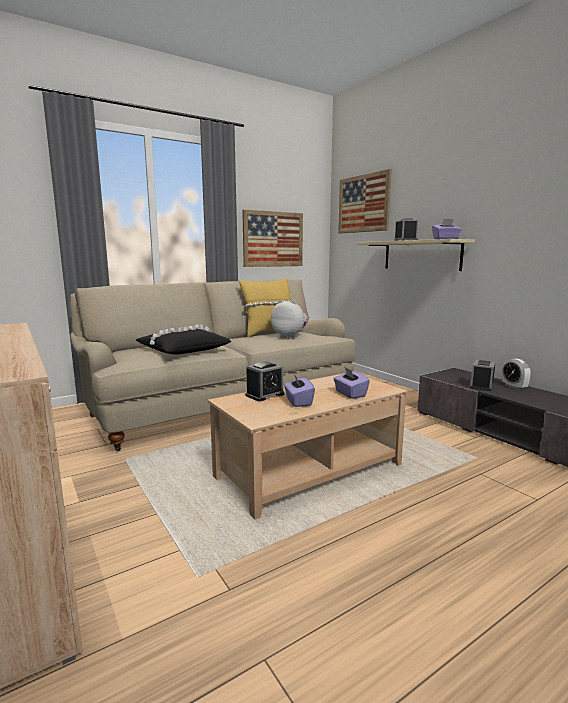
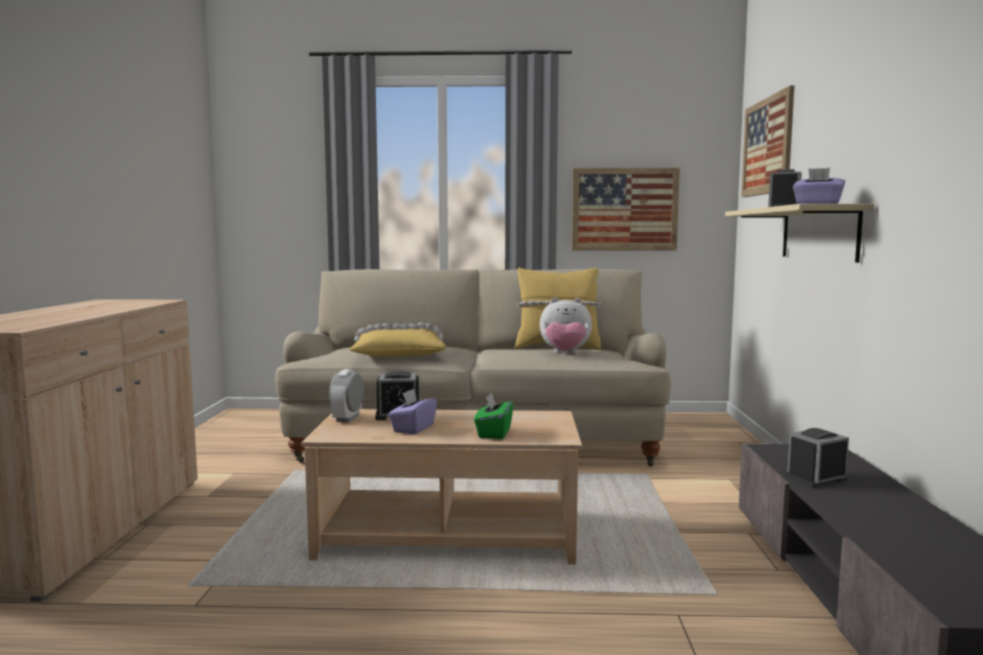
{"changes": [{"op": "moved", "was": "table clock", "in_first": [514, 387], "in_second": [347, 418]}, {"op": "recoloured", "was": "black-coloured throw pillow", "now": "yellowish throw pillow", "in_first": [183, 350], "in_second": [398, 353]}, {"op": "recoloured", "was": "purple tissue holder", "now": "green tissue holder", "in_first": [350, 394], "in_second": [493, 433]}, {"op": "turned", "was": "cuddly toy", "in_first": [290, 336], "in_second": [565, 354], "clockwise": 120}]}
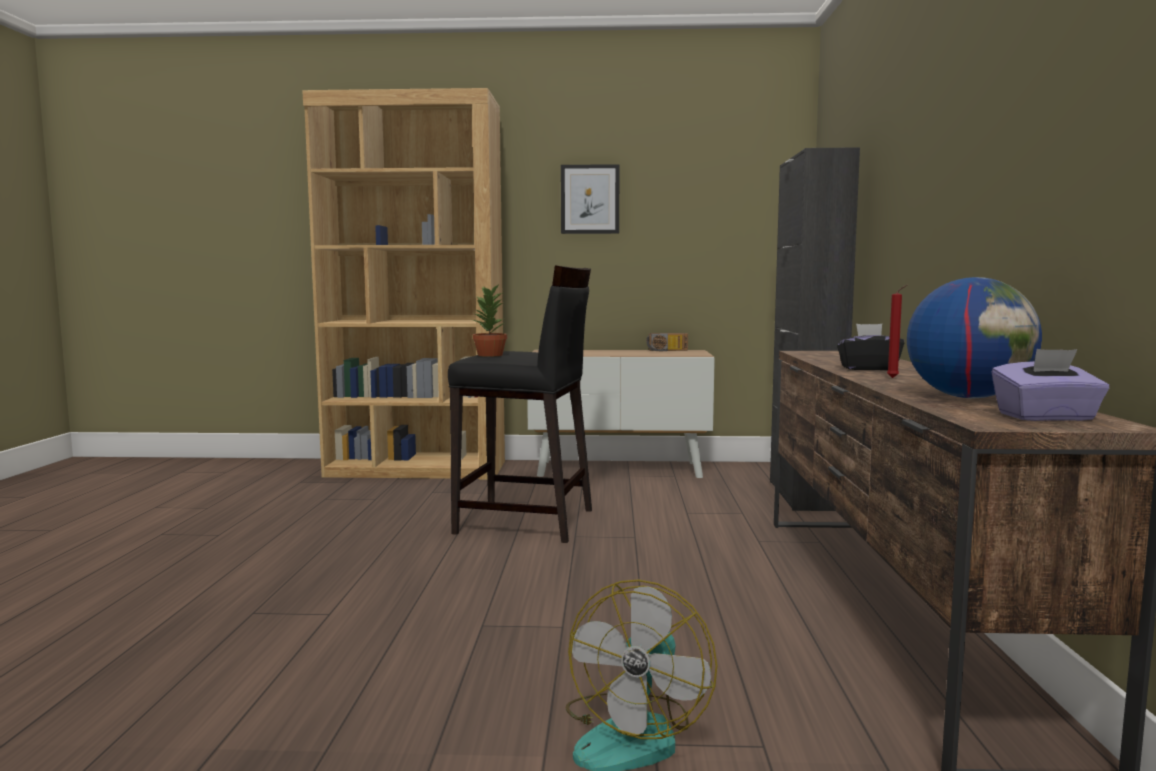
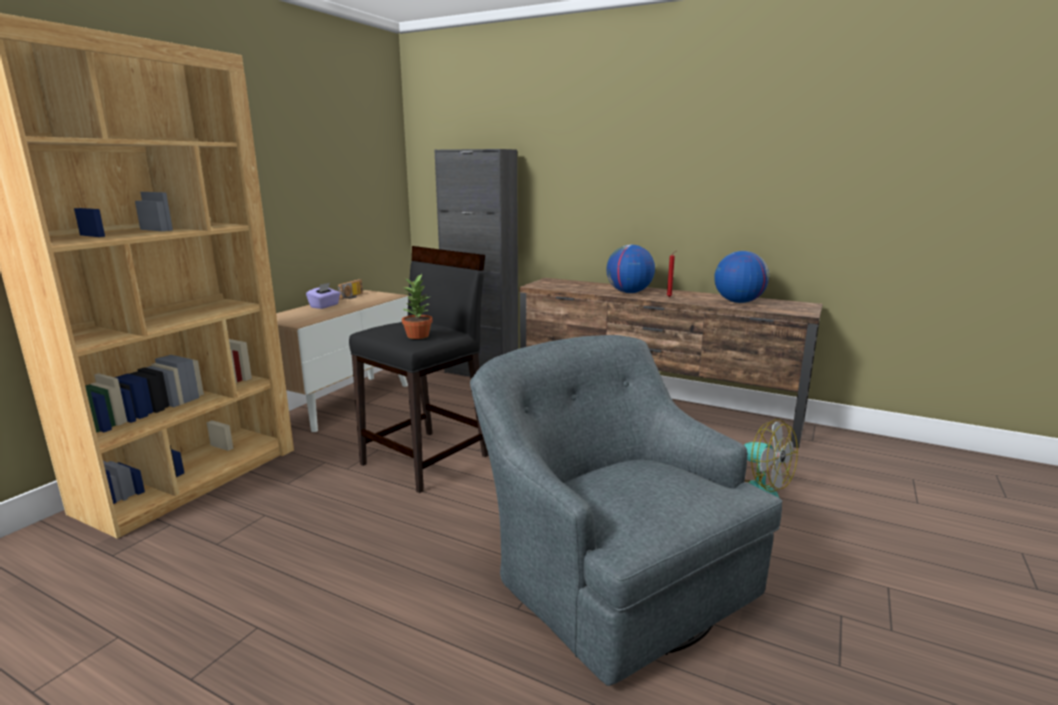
{"changes": [{"op": "moved", "was": "purple tissue holder", "in_first": [1046, 417], "in_second": [325, 306]}, {"op": "added", "now": "gray easy chair", "in_second": [611, 575]}, {"op": "replaced", "was": "black-coloured tissue holder", "now": "desk globe", "in_first": [868, 368], "in_second": [629, 292]}, {"op": "removed", "was": "wall picture", "in_first": [590, 199]}]}
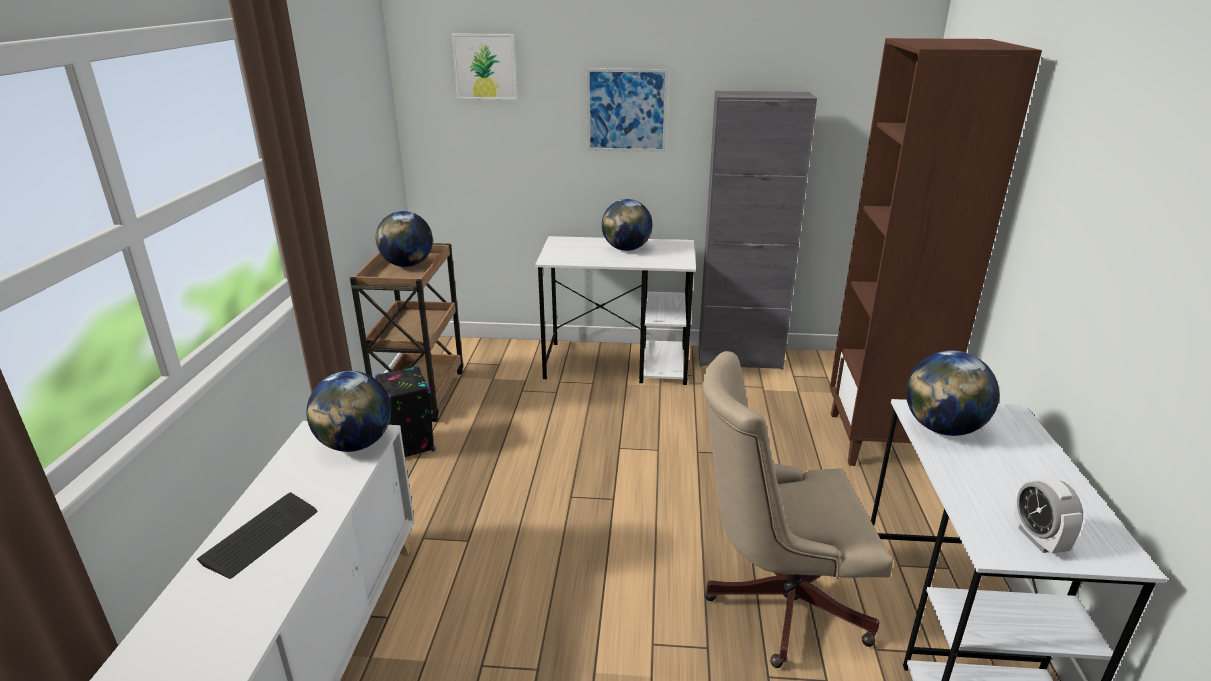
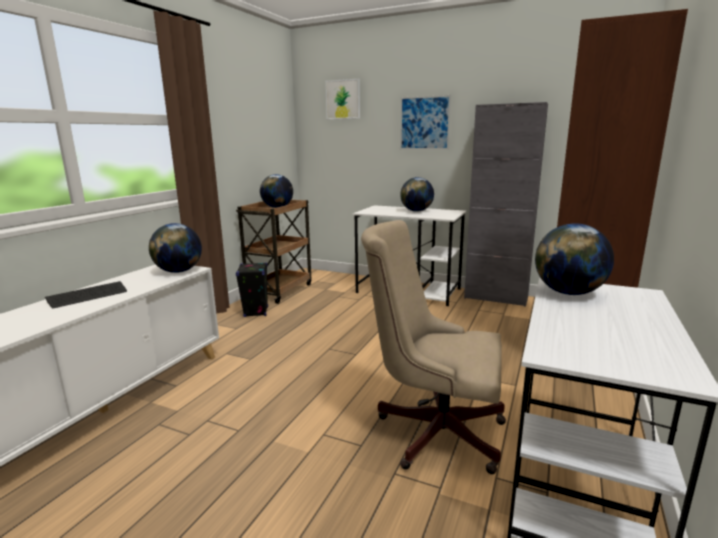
{"changes": [{"op": "removed", "was": "table clock", "in_first": [1038, 539]}]}
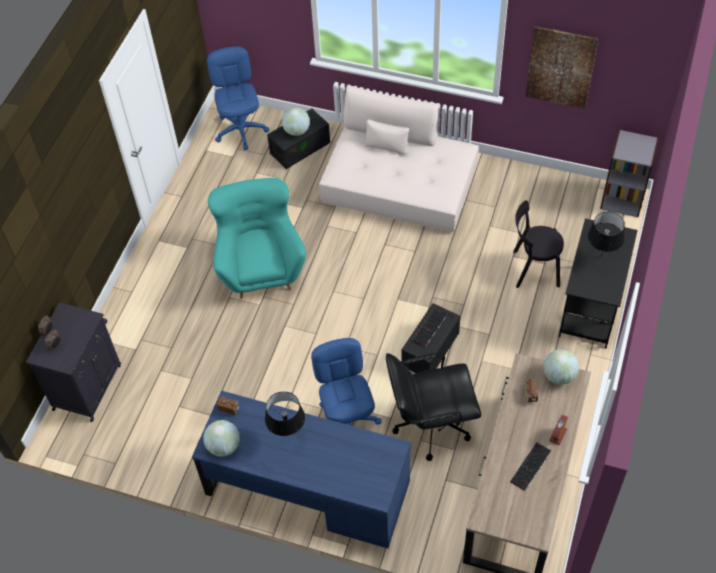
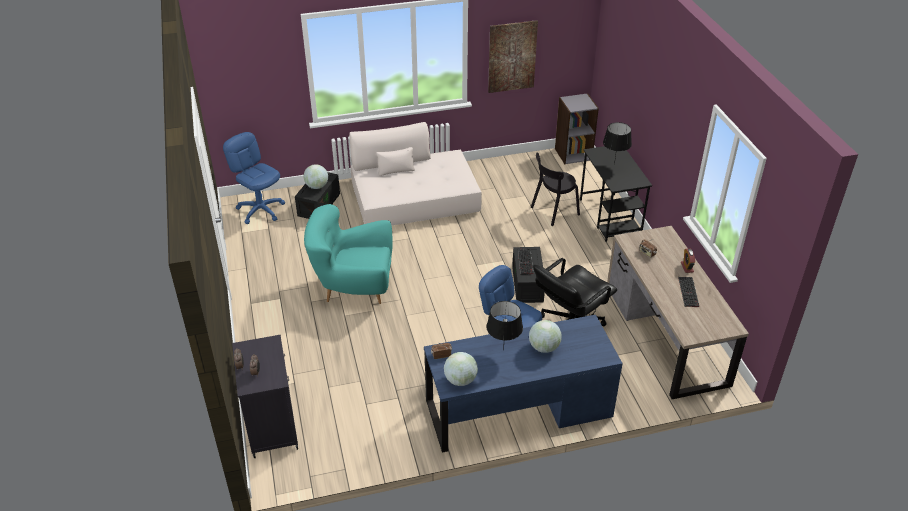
{"changes": [{"op": "turned", "was": "turquoise-coloured easy chair", "in_first": [261, 268], "in_second": [354, 287], "clockwise": -45}, {"op": "moved", "was": "desk globe", "in_first": [558, 375], "in_second": [544, 347]}]}
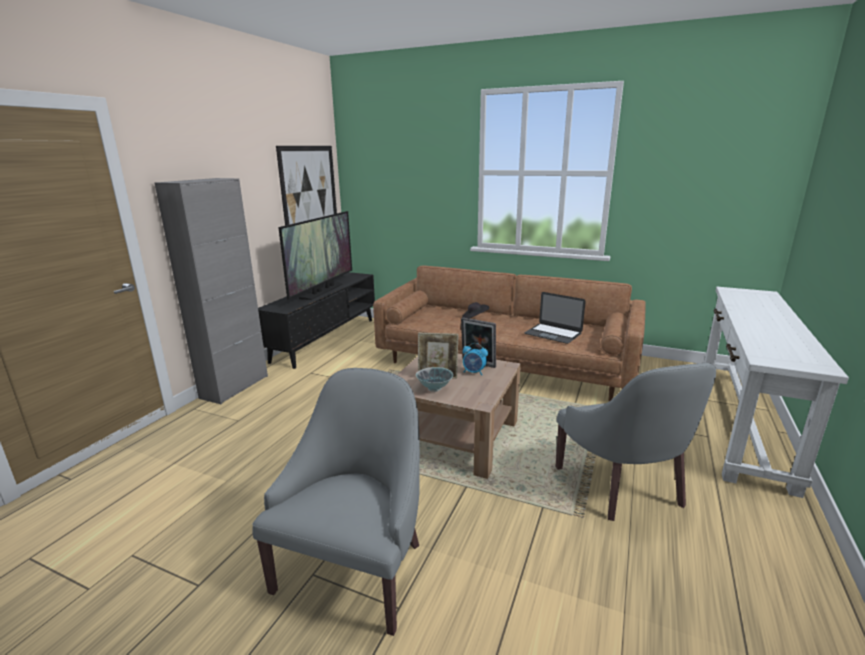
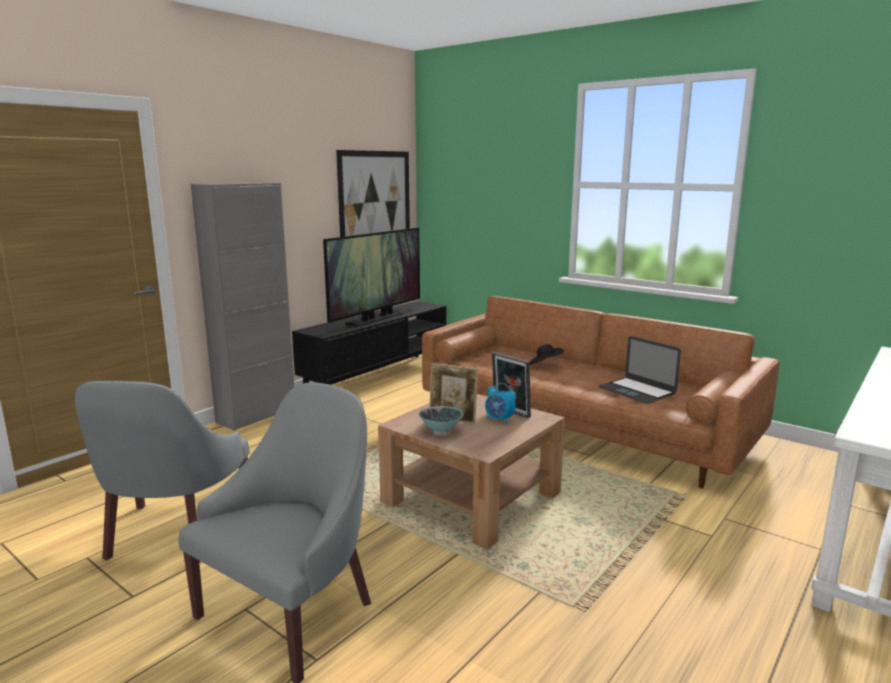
{"changes": [{"op": "moved", "was": "gray easy chair", "in_first": [623, 486], "in_second": [173, 533]}]}
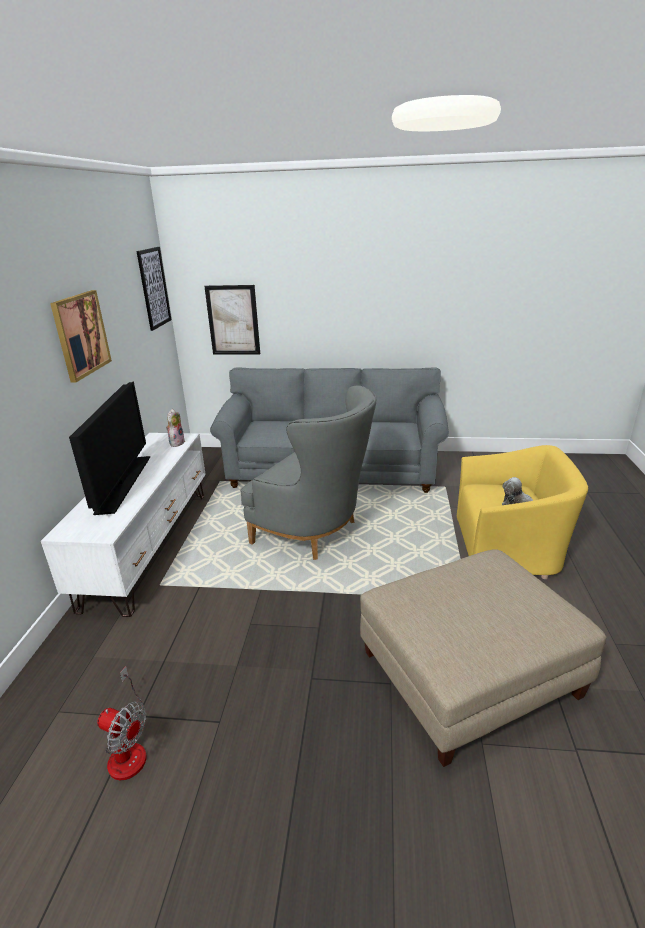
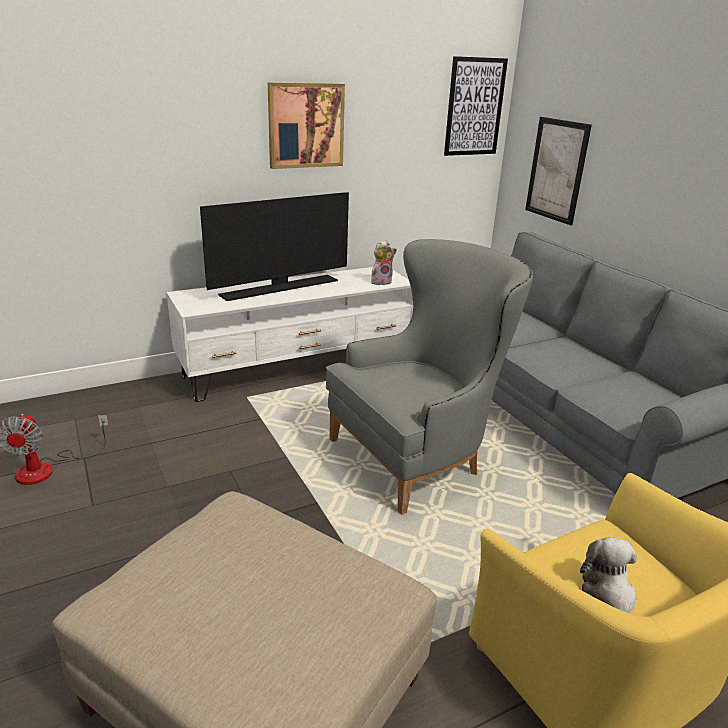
{"changes": [{"op": "turned", "was": "gray easy chair", "in_first": [315, 533], "in_second": [419, 456], "clockwise": -120}]}
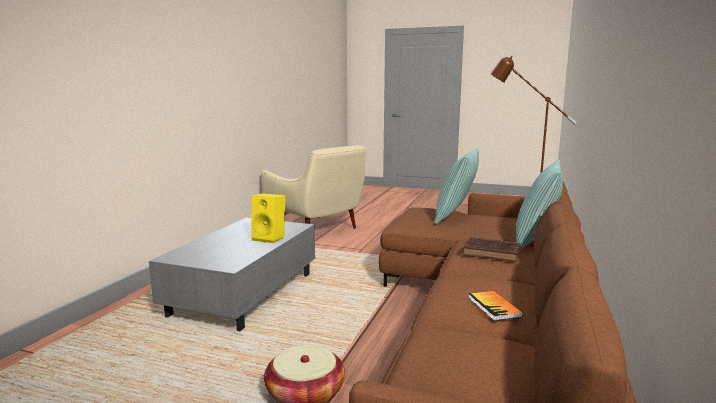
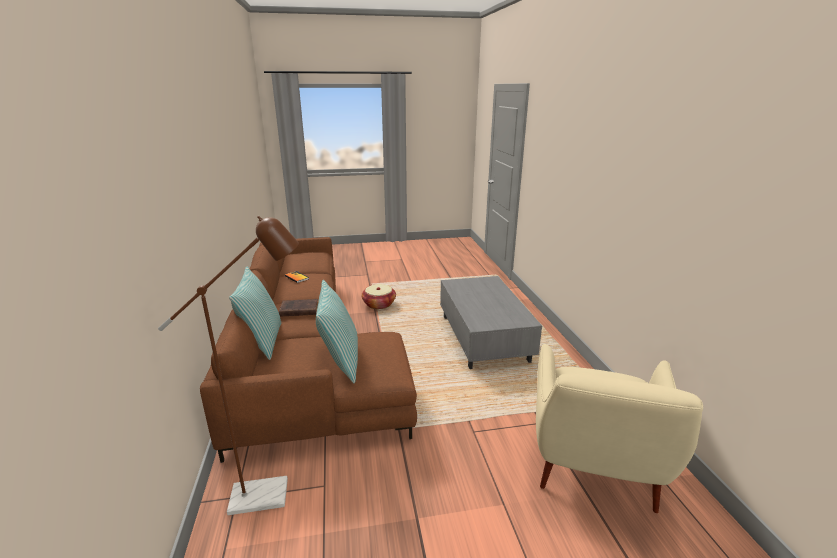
{"changes": [{"op": "turned", "was": "sand-coloured easy chair", "in_first": [316, 229], "in_second": [593, 467], "clockwise": -90}, {"op": "removed", "was": "yellowish audio speaker", "in_first": [270, 238]}]}
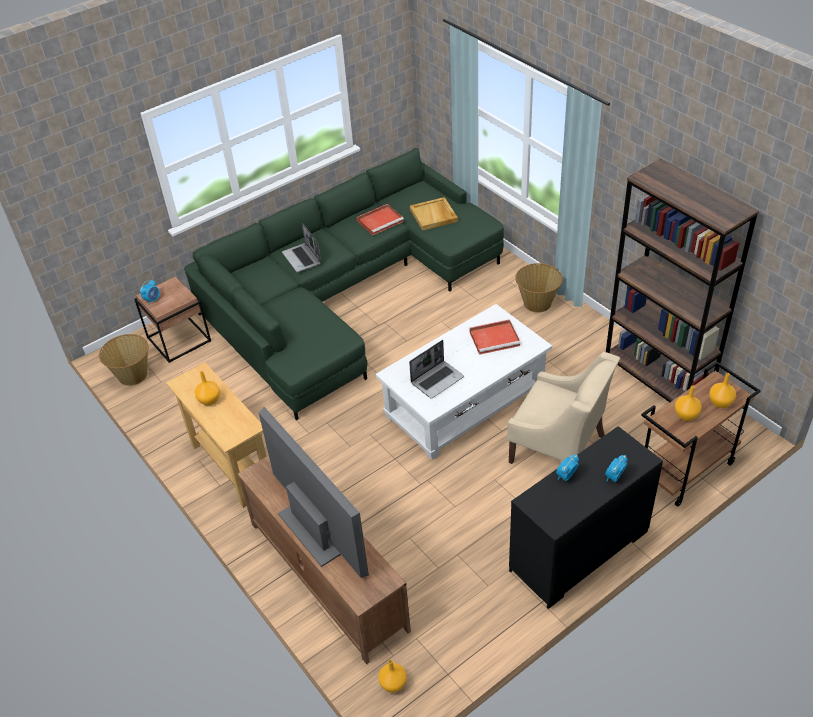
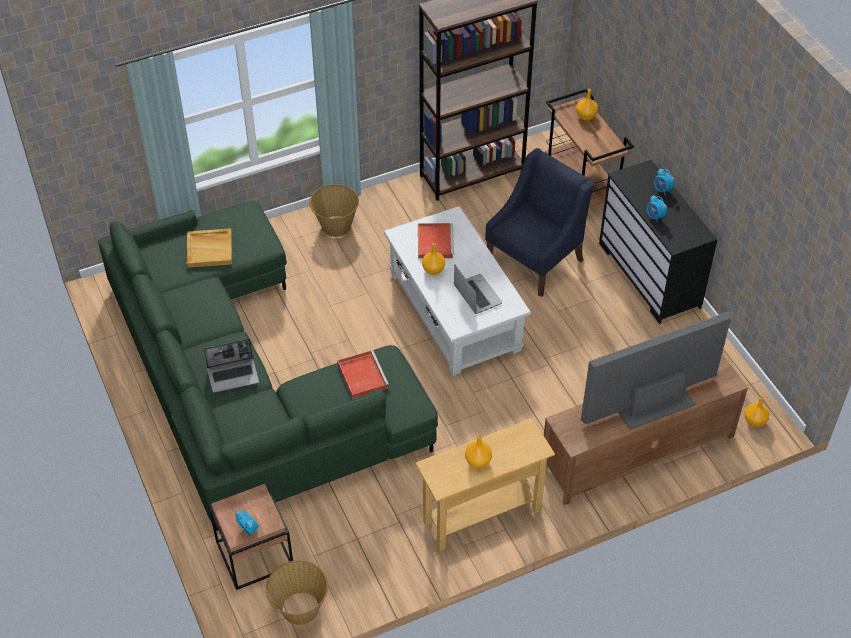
{"changes": [{"op": "moved", "was": "red tray", "in_first": [380, 220], "in_second": [361, 375]}, {"op": "moved", "was": "orange flower vase", "in_first": [685, 416], "in_second": [433, 270]}, {"op": "recoloured", "was": "sand-coloured easy chair", "now": "blue-coloured easy chair", "in_first": [558, 449], "in_second": [535, 260]}]}
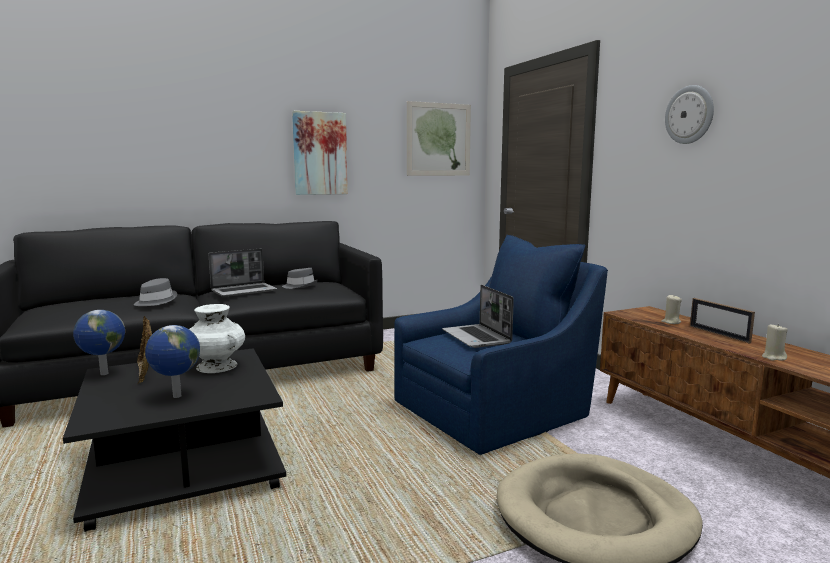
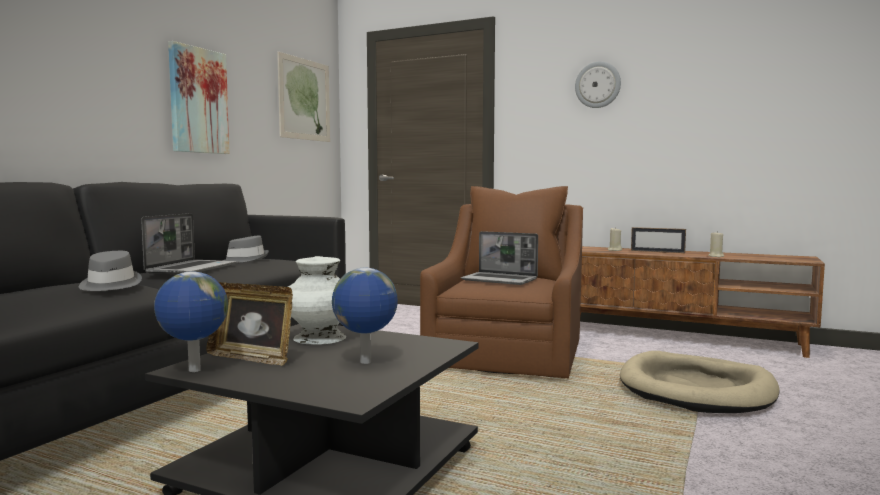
{"changes": [{"op": "recoloured", "was": "blue-coloured easy chair", "now": "brown easy chair", "in_first": [496, 411], "in_second": [508, 354]}]}
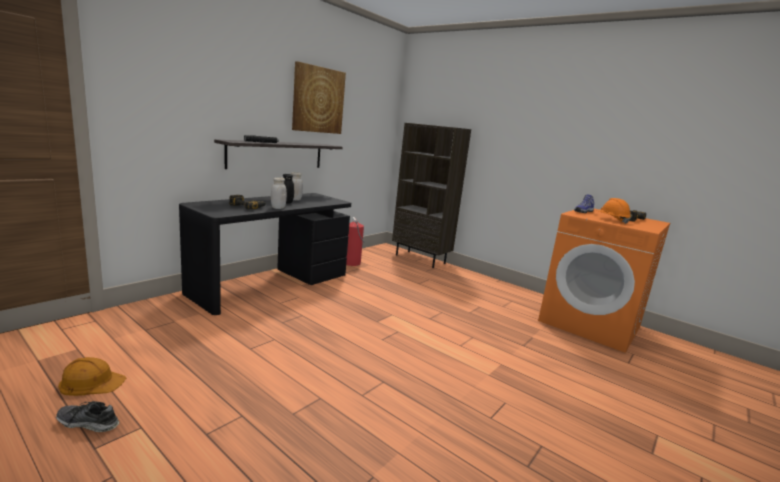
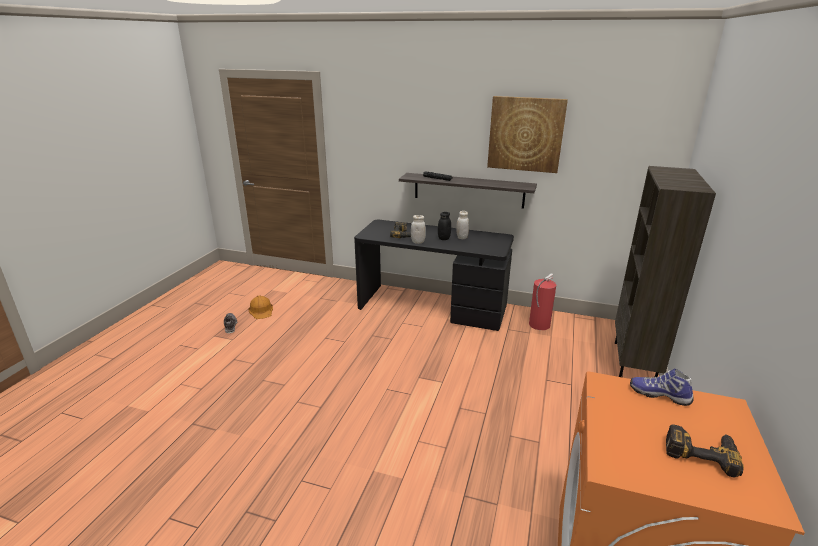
{"changes": [{"op": "removed", "was": "orange safety helmet", "in_first": [611, 220]}]}
